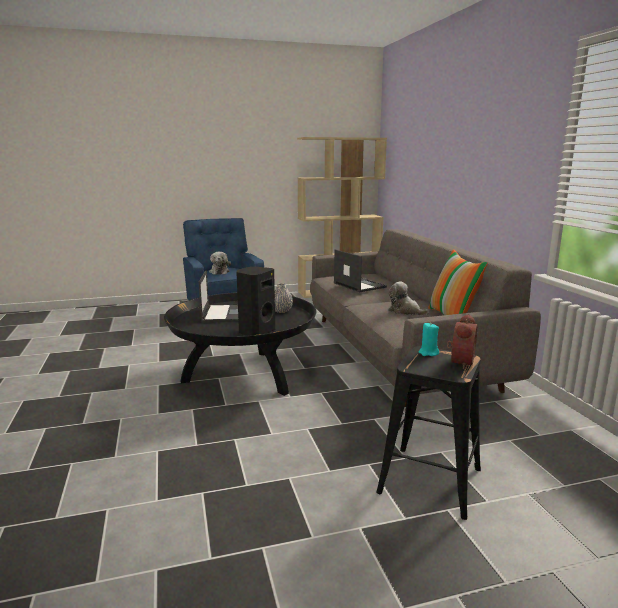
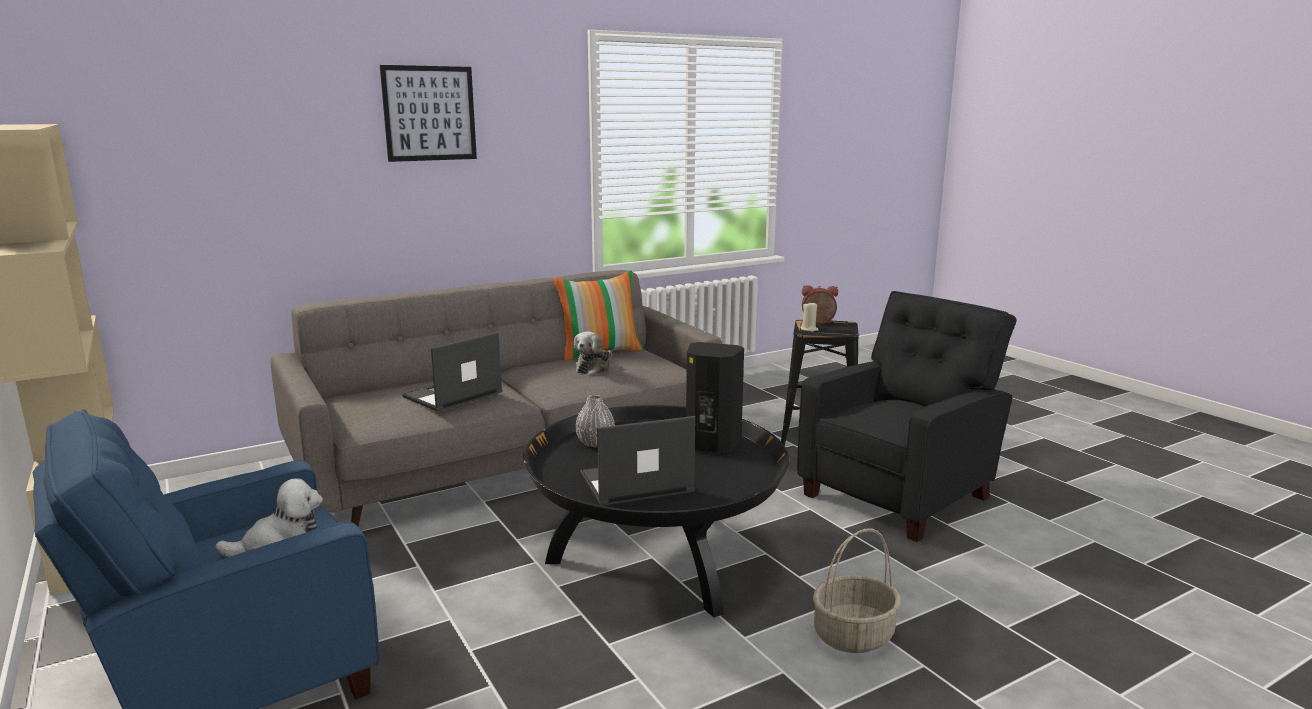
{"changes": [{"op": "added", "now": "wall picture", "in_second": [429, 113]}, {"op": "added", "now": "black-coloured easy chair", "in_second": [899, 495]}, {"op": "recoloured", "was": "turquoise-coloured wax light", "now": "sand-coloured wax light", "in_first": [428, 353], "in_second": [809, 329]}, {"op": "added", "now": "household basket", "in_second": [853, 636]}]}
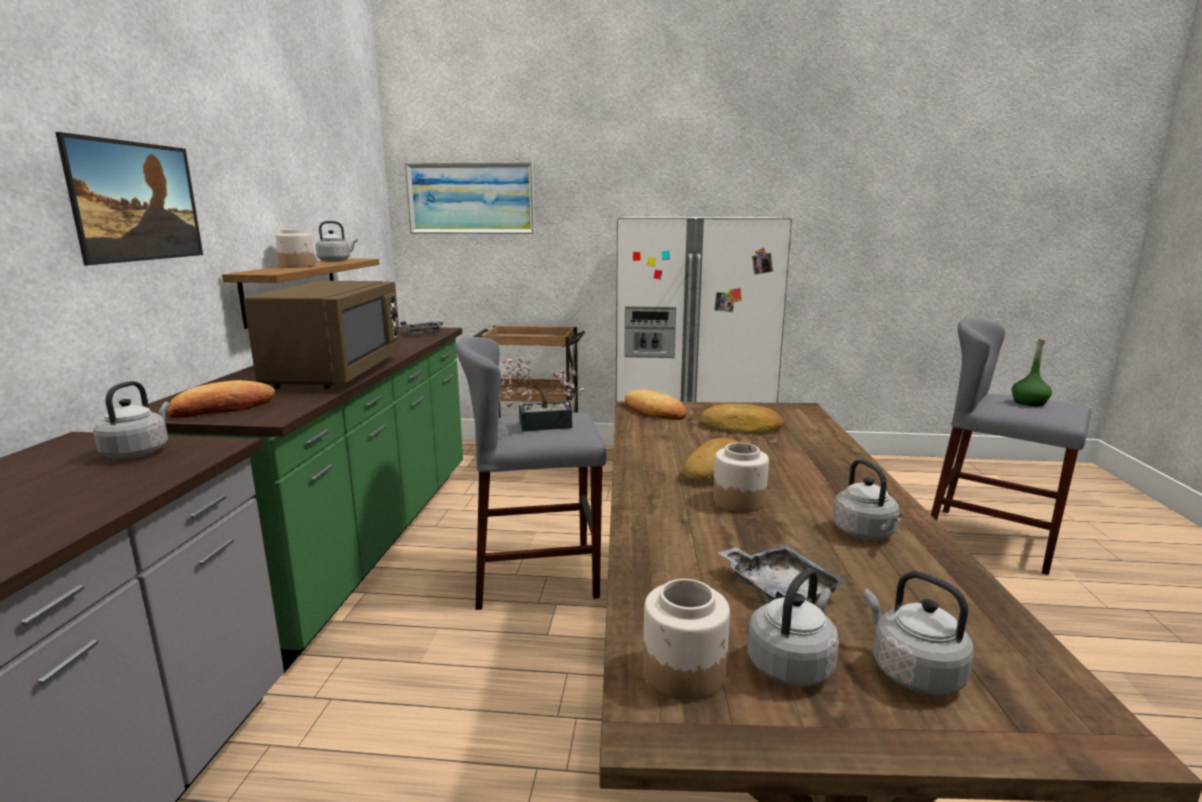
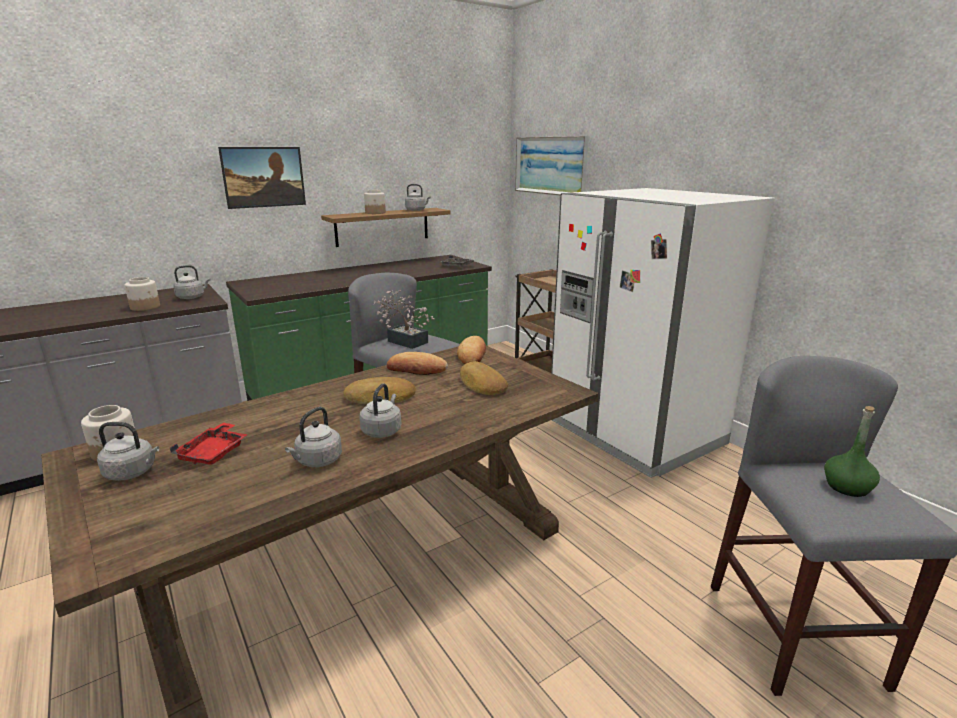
{"changes": [{"op": "moved", "was": "storage jar", "in_first": [739, 501], "in_second": [145, 307]}, {"op": "recoloured", "was": "gray tray", "now": "red tray", "in_first": [779, 589], "in_second": [214, 453]}, {"op": "moved", "was": "gray tea kettle", "in_first": [912, 671], "in_second": [382, 430]}, {"op": "moved", "was": "baked bread", "in_first": [223, 408], "in_second": [416, 369]}, {"op": "removed", "was": "brown kitchen microwave", "in_first": [336, 373]}]}
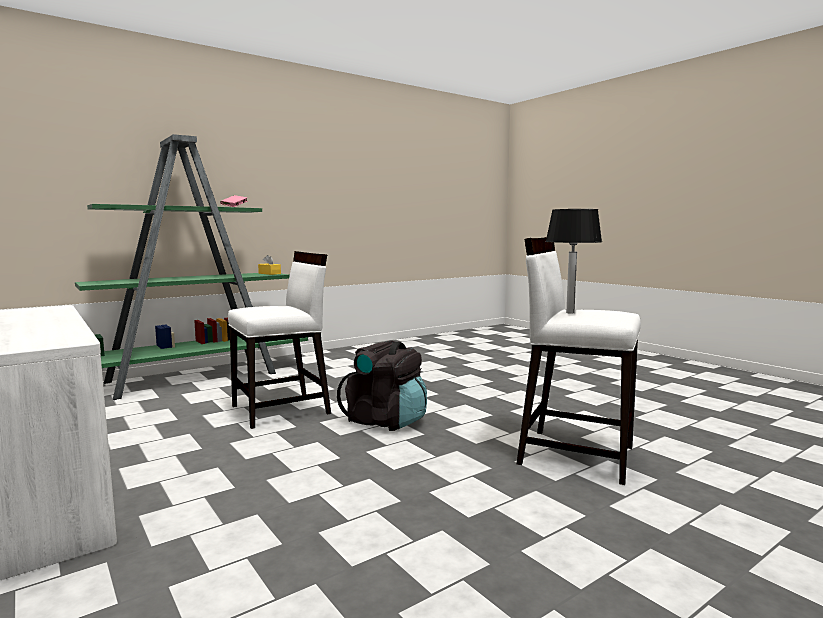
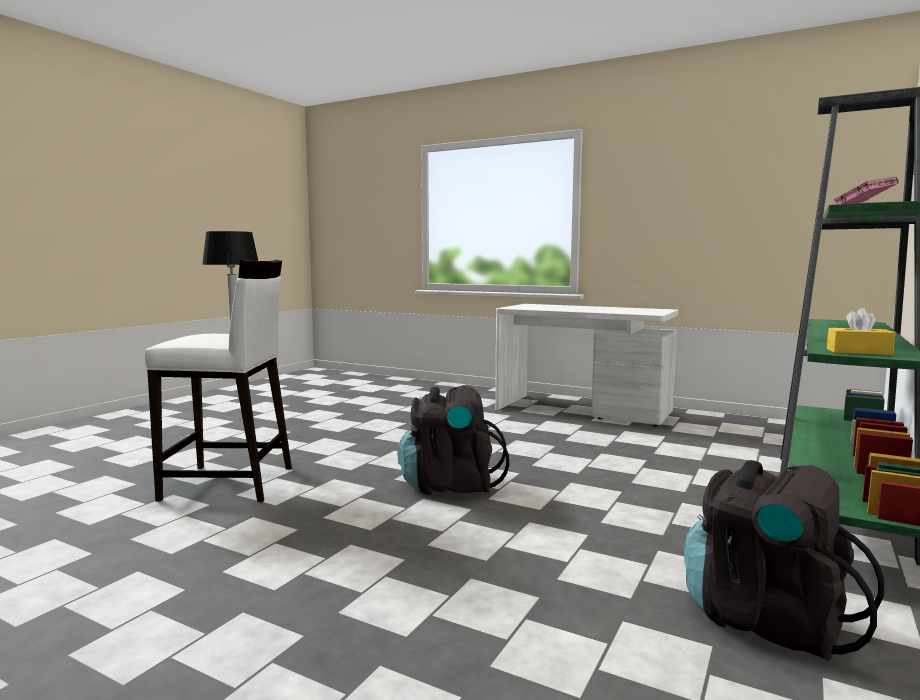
{"changes": [{"op": "added", "now": "black-coloured rucksack", "in_second": [767, 620]}, {"op": "removed", "was": "white-coloured chair", "in_first": [282, 409]}]}
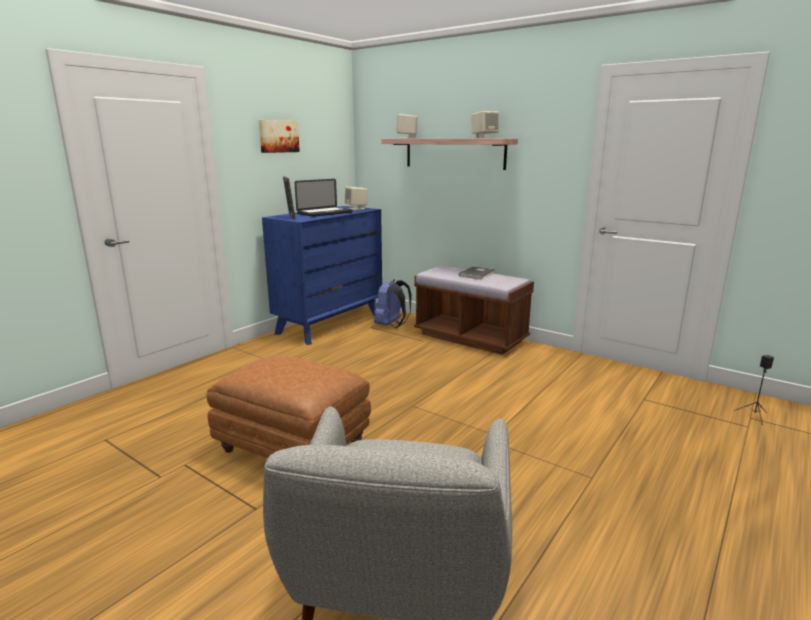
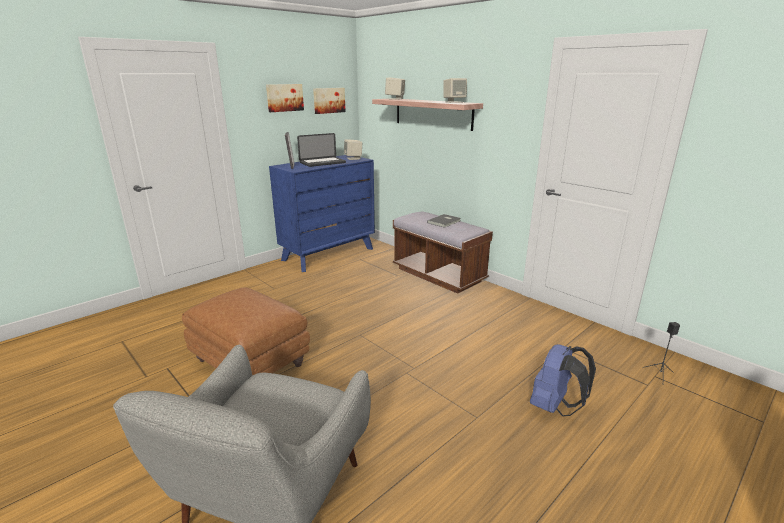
{"changes": [{"op": "added", "now": "wall picture", "in_second": [328, 100]}, {"op": "moved", "was": "blue-coloured rucksack", "in_first": [391, 325], "in_second": [554, 407]}]}
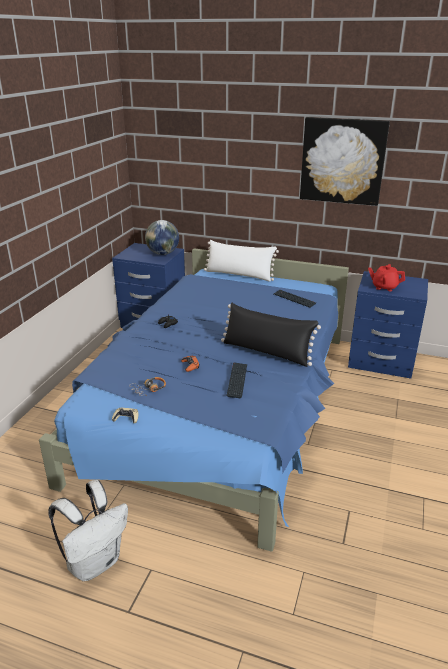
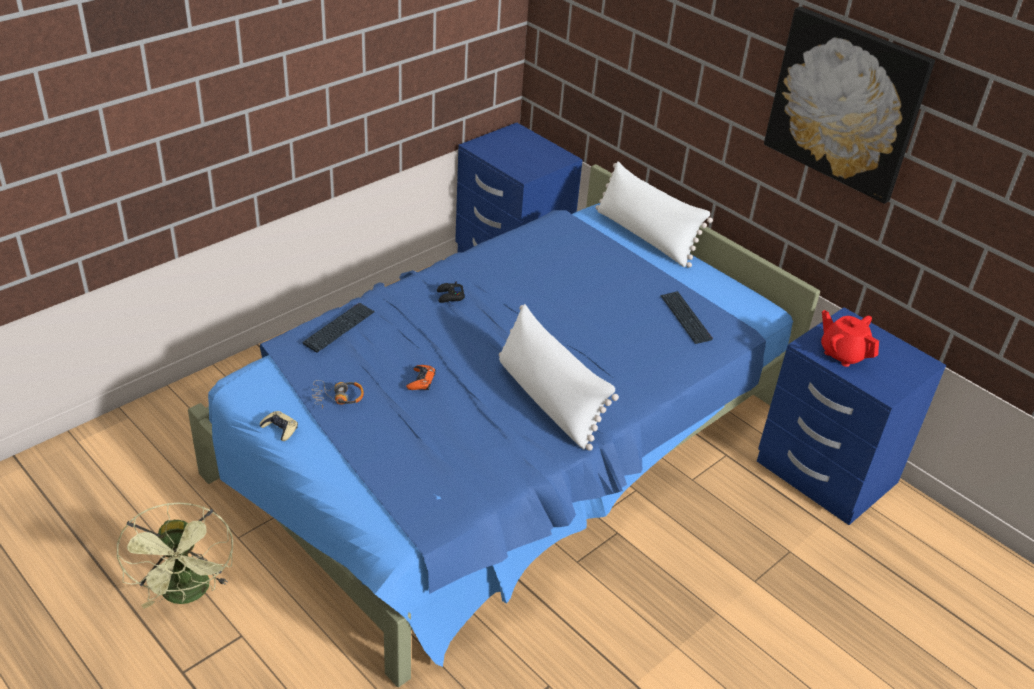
{"changes": [{"op": "replaced", "was": "white-coloured rucksack", "now": "green fan", "in_first": [95, 562], "in_second": [188, 594]}, {"op": "moved", "was": "computer keyboard", "in_first": [237, 380], "in_second": [339, 328]}, {"op": "recoloured", "was": "black-coloured throw pillow", "now": "white-coloured throw pillow", "in_first": [266, 352], "in_second": [548, 400]}, {"op": "removed", "was": "desk globe", "in_first": [163, 253]}]}
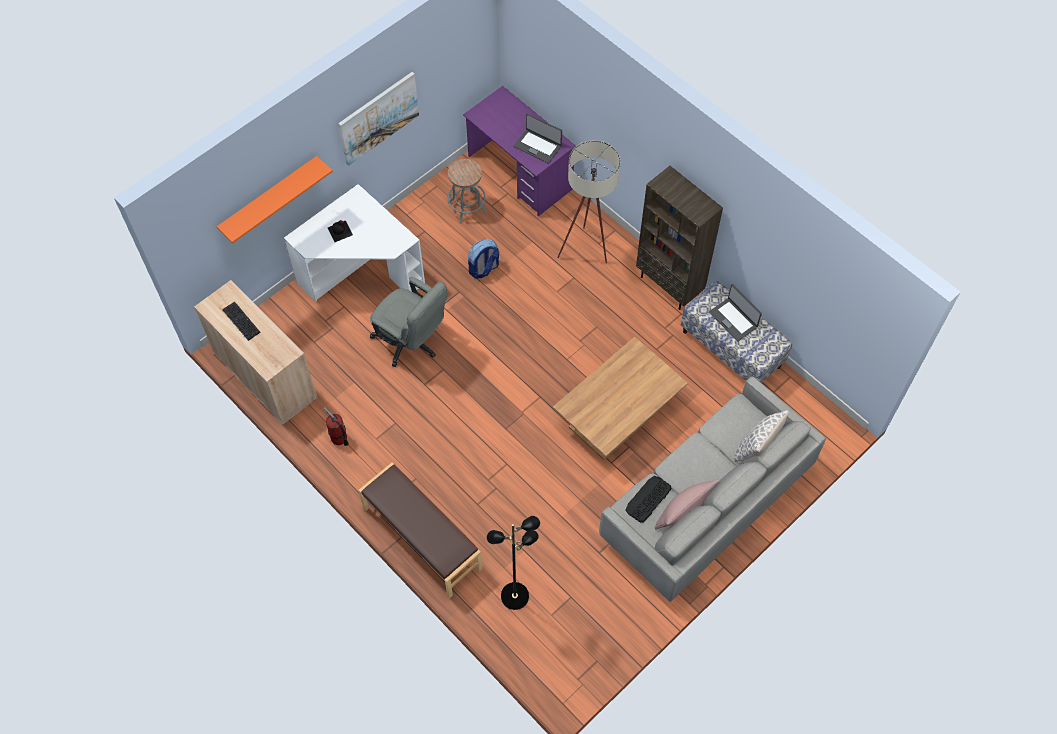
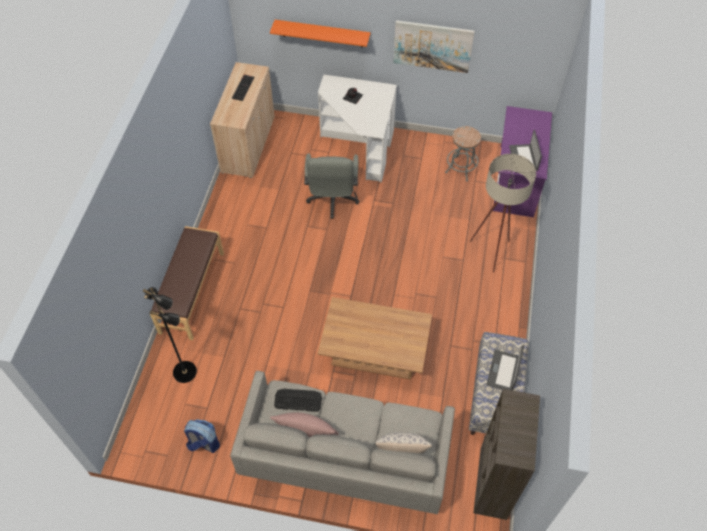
{"changes": [{"op": "moved", "was": "rucksack", "in_first": [483, 269], "in_second": [204, 443]}, {"op": "moved", "was": "brown bookcase", "in_first": [669, 285], "in_second": [491, 488]}, {"op": "removed", "was": "fire-fighting cylinder", "in_first": [339, 438]}]}
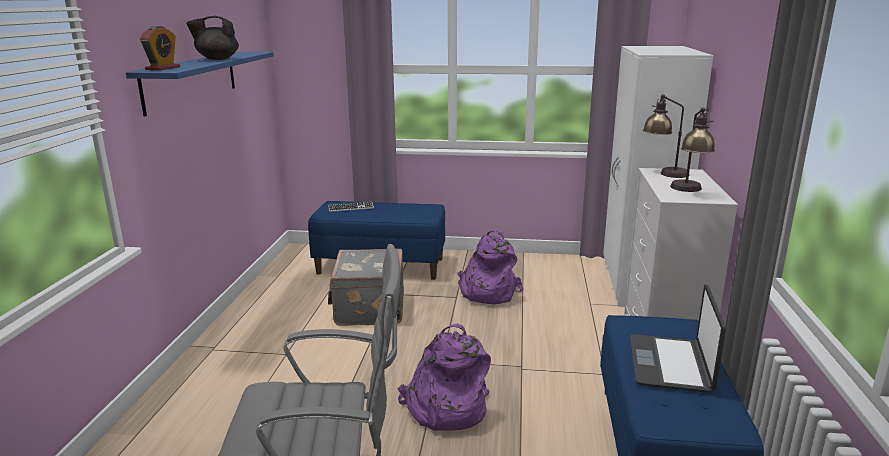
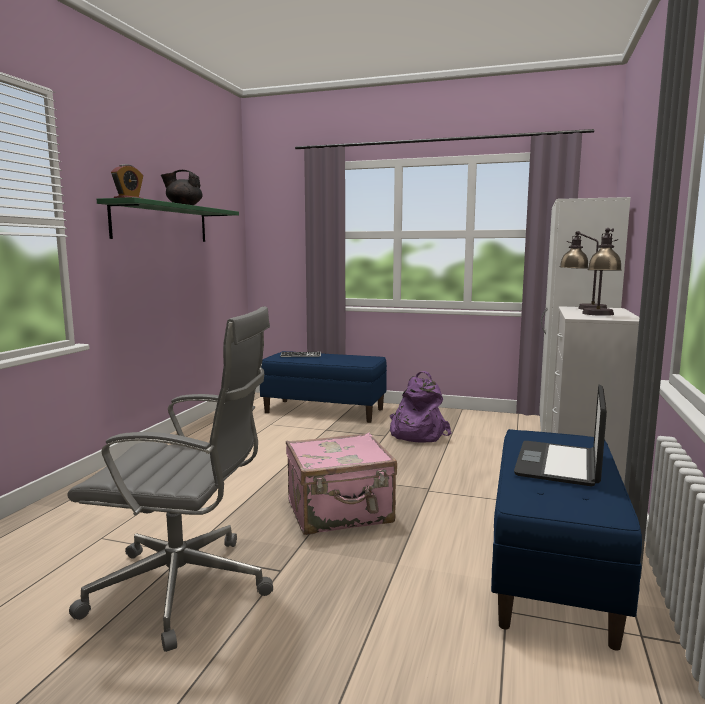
{"changes": [{"op": "recoloured", "was": "blue-coloured wall shelf", "now": "green wall shelf", "in_first": [191, 80], "in_second": [162, 223]}, {"op": "replaced", "was": "purple rucksack", "now": "pink-coloured travel case", "in_first": [445, 408], "in_second": [340, 513]}, {"op": "removed", "was": "gray travel case", "in_first": [368, 309]}]}
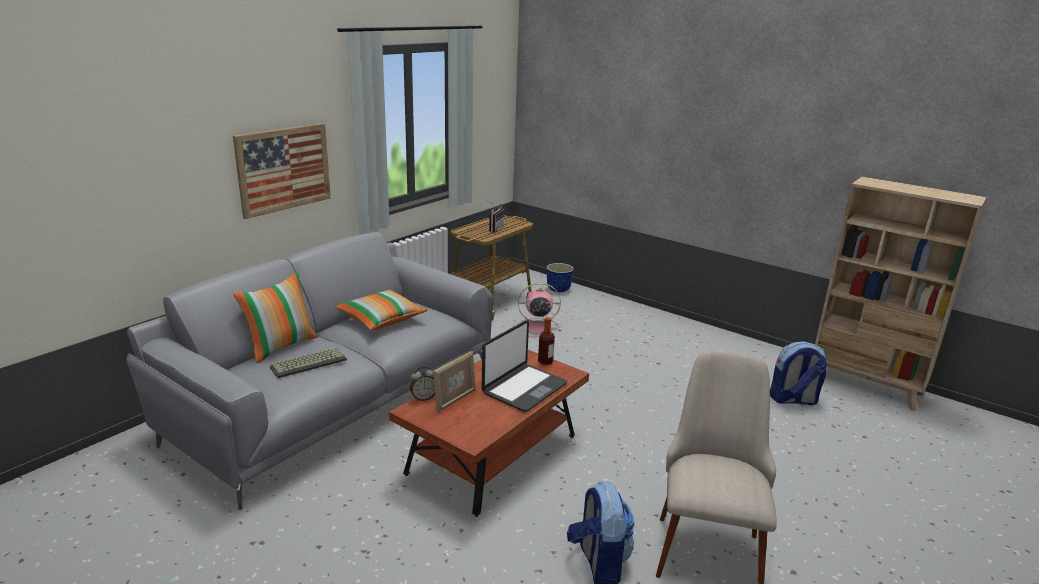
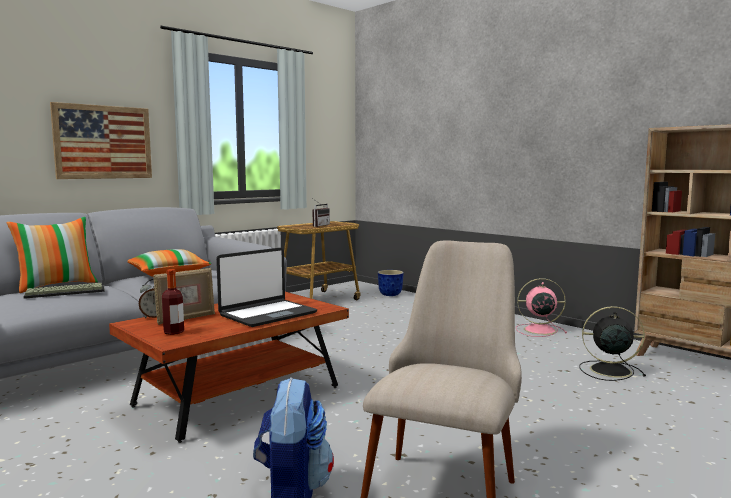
{"changes": [{"op": "moved", "was": "drink bottle", "in_first": [545, 362], "in_second": [174, 332]}, {"op": "moved", "was": "pink-coloured fan", "in_first": [536, 327], "in_second": [538, 330]}, {"op": "replaced", "was": "rucksack", "now": "black-coloured fan", "in_first": [792, 400], "in_second": [608, 370]}]}
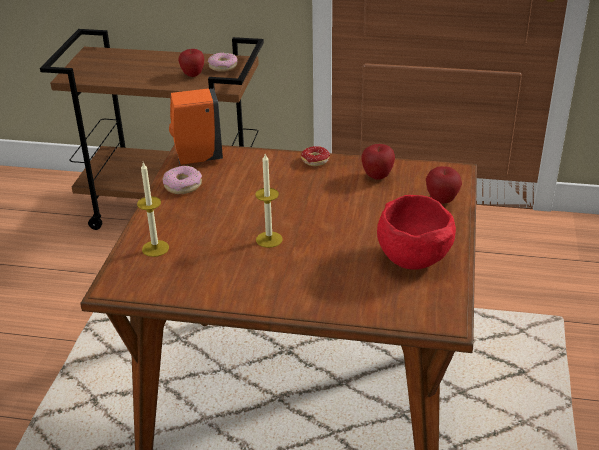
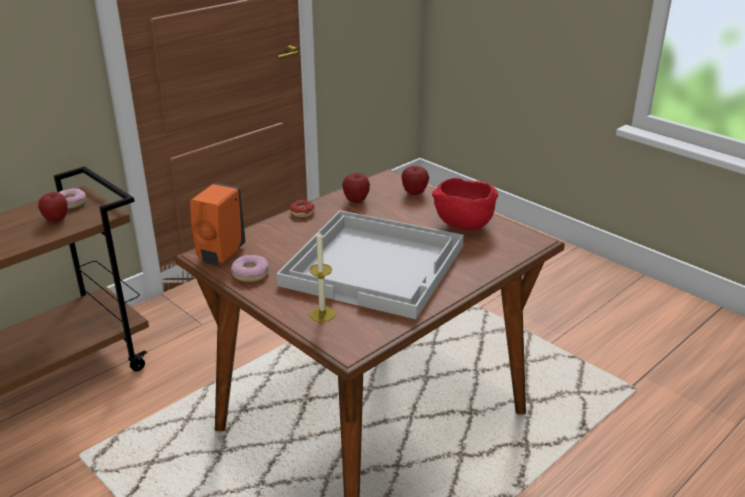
{"changes": [{"op": "replaced", "was": "wax light", "now": "white-coloured tray", "in_first": [269, 239], "in_second": [376, 265]}]}
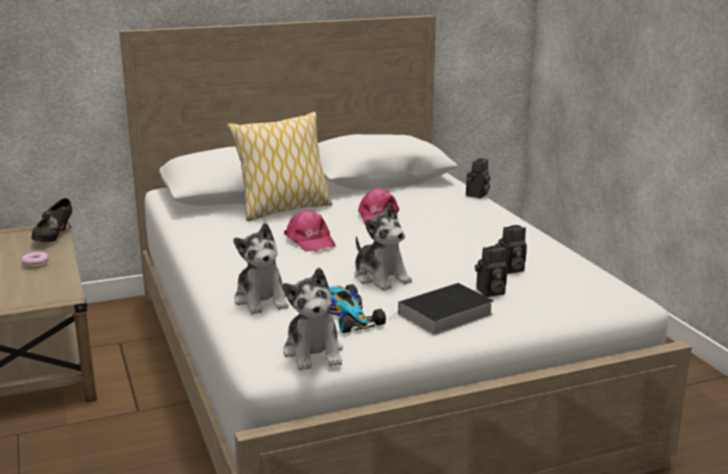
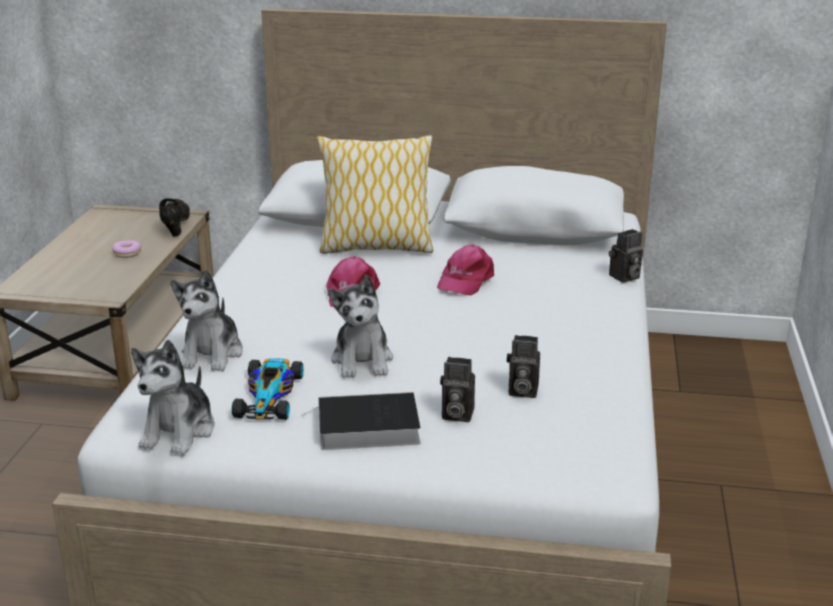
{"changes": [{"op": "turned", "was": "black-coloured item of footwear", "in_first": [53, 237], "in_second": [175, 226], "clockwise": 135}]}
